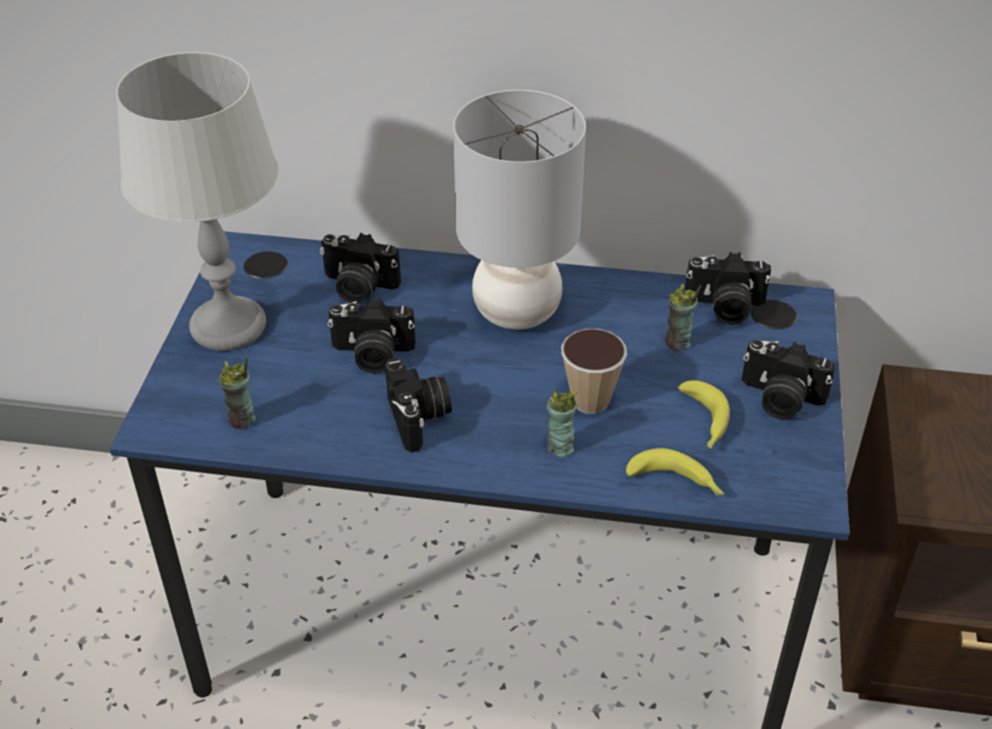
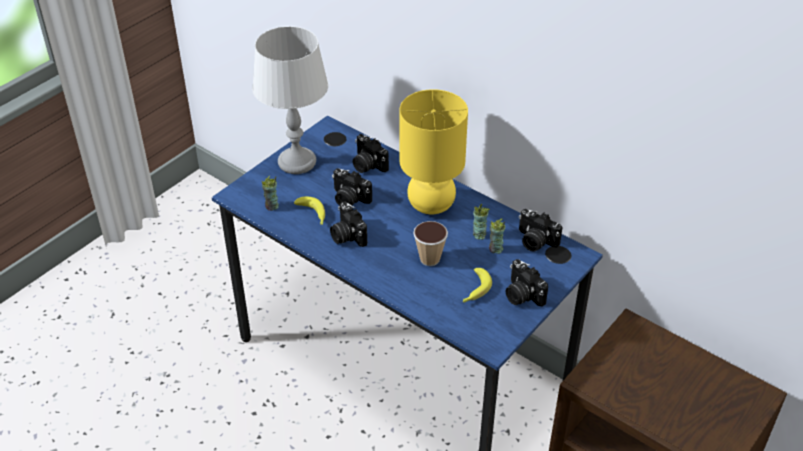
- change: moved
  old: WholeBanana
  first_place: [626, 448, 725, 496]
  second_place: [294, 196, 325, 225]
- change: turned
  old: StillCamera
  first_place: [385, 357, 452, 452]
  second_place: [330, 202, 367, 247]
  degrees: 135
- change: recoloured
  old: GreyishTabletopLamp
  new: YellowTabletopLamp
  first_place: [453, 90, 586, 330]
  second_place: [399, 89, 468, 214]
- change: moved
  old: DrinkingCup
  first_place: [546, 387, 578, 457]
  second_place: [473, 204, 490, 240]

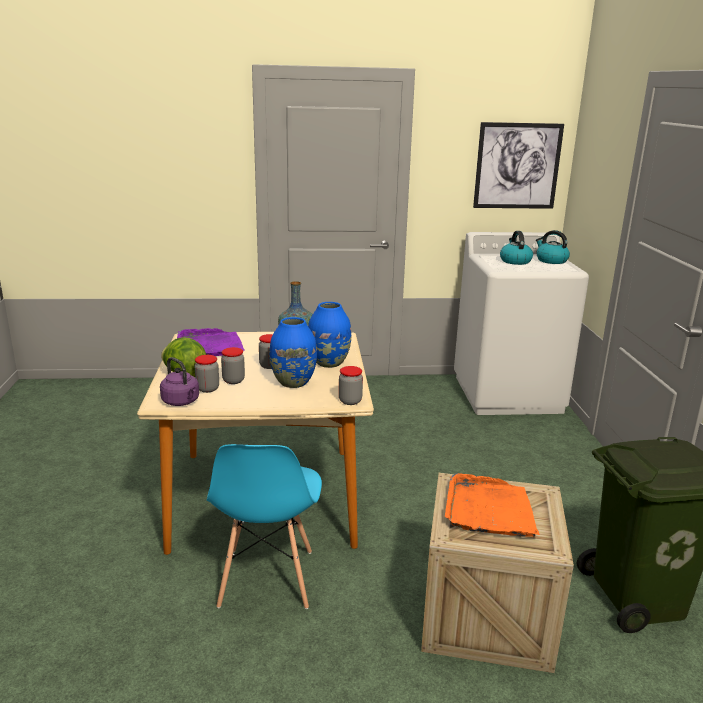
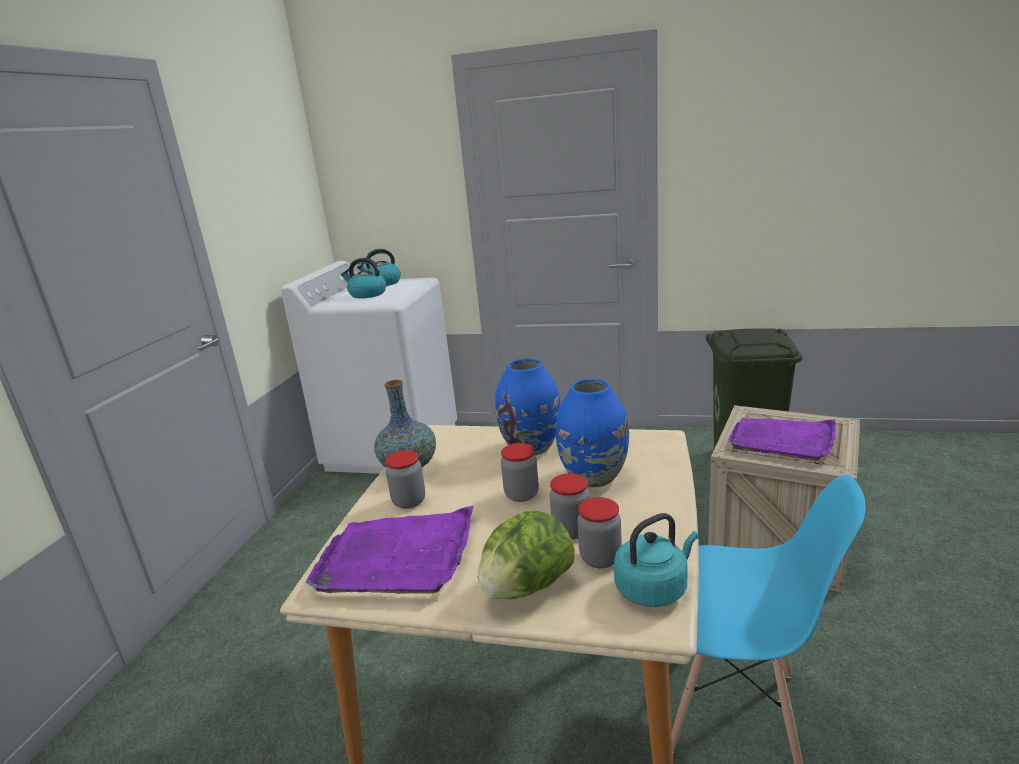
- change: moved
  old: PreserveJar
  first_place: [339, 366, 363, 405]
  second_place: [385, 450, 425, 509]
- change: recoloured
  old: PurpleColouredKettle
  new: BlueGreenKettle
  first_place: [160, 357, 199, 406]
  second_place: [614, 513, 699, 607]
- change: recoloured
  old: OrangeColouredTray
  new: PurpleColouredTray
  first_place: [445, 473, 540, 537]
  second_place: [728, 418, 836, 461]
- change: removed
  old: WallArt
  first_place: [473, 122, 564, 209]

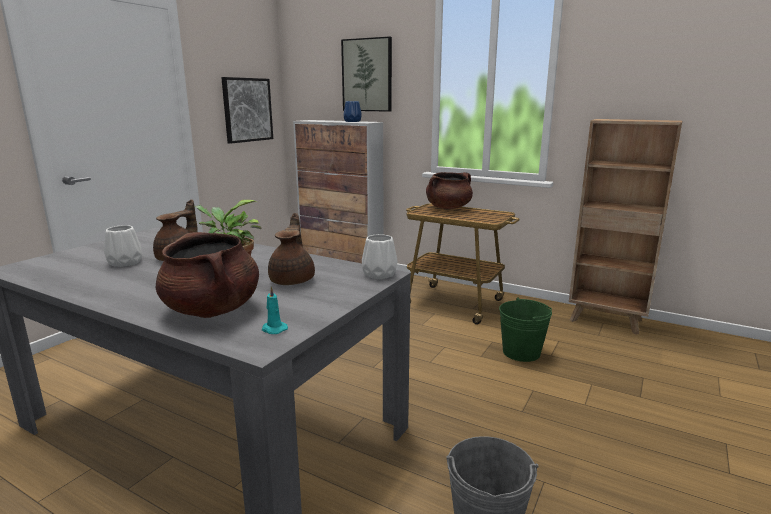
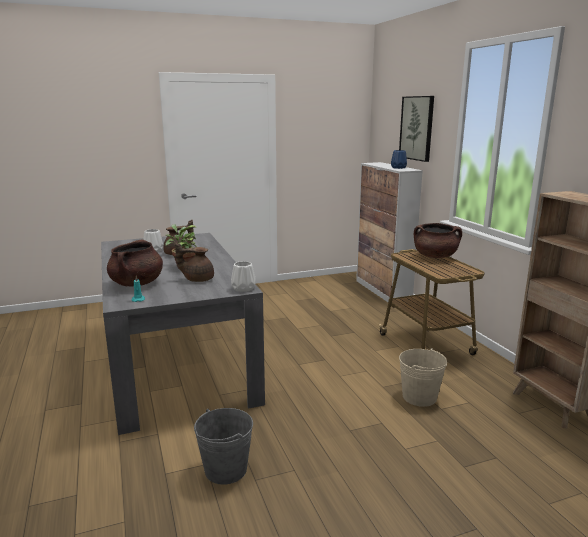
- change: turned
  old: BrownTeaPot
  first_place: [268, 213, 315, 285]
  second_place: [175, 242, 214, 282]
  degrees: -135
- change: recoloured
  old: GreenColouredPail
  new: BeigePail
  first_place: [499, 297, 552, 362]
  second_place: [399, 348, 447, 407]
- change: removed
  old: WallArt
  first_place: [221, 77, 273, 144]

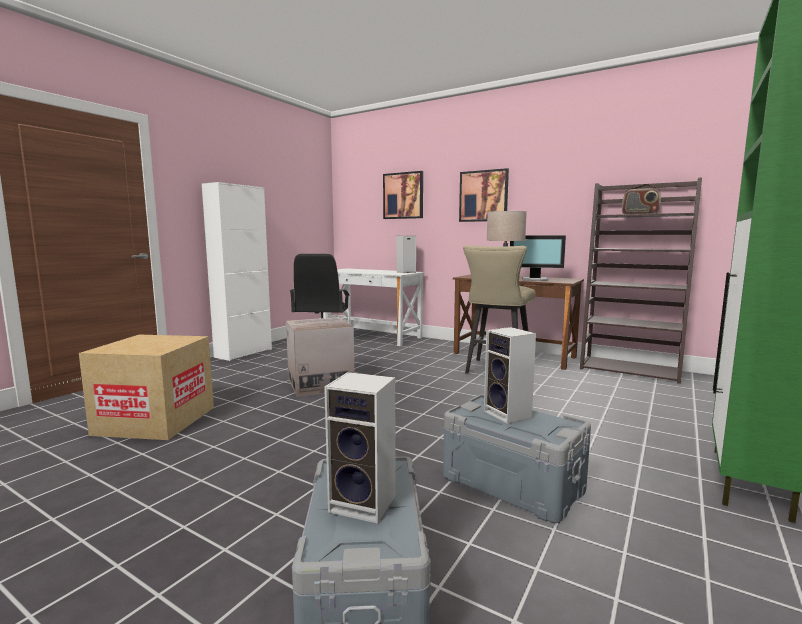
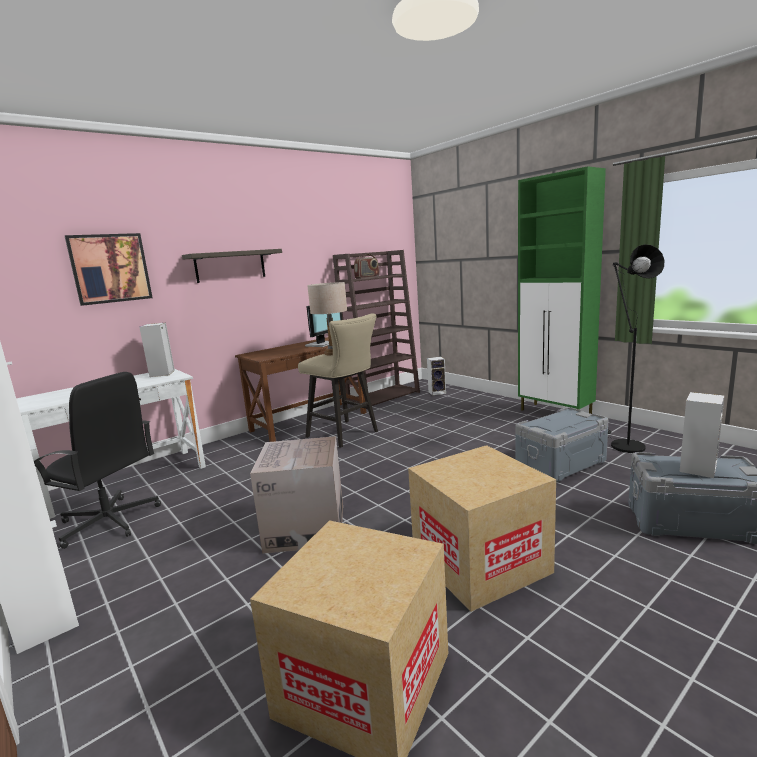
- change: replaced
  old: WallArt
  new: WallShelf
  first_place: [459, 168, 509, 222]
  second_place: [182, 249, 282, 283]
- change: added
  new: PackingBox
  second_place: [408, 445, 556, 612]
- change: moved
  old: AudioSpeaker
  first_place: [484, 327, 536, 424]
  second_place: [427, 357, 446, 395]
- change: added
  new: BlackishStandardLamp
  second_place: [608, 244, 664, 453]

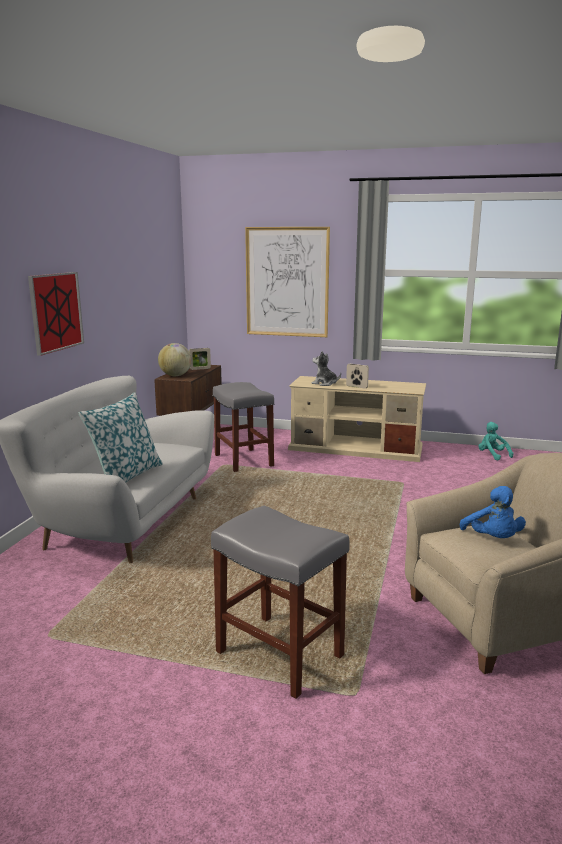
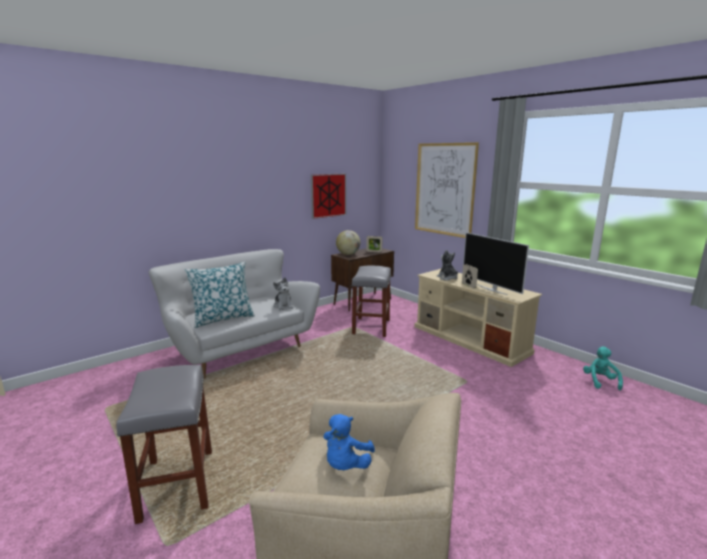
- change: added
  new: CuddlyToy
  second_place: [273, 277, 293, 310]
- change: moved
  old: WallArt
  first_place: [28, 272, 84, 356]
  second_place: [311, 173, 347, 219]
- change: added
  new: TvSet
  second_place: [463, 232, 529, 295]

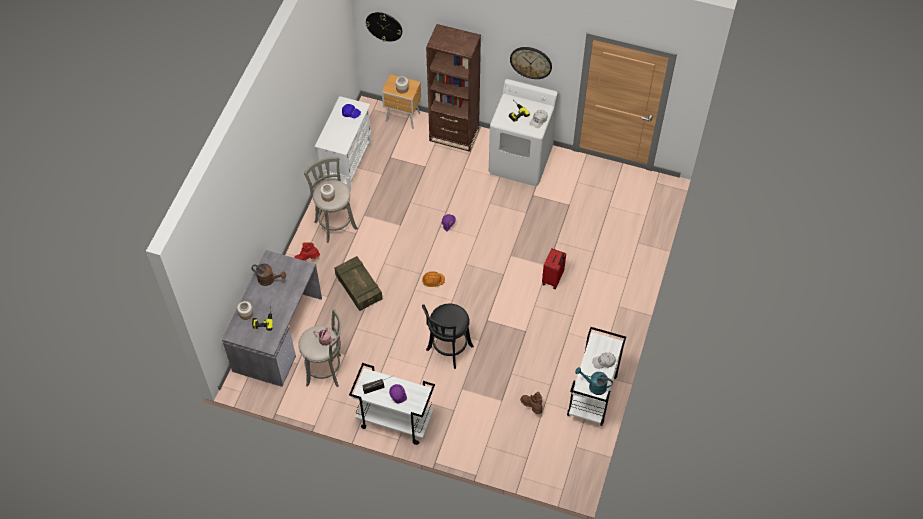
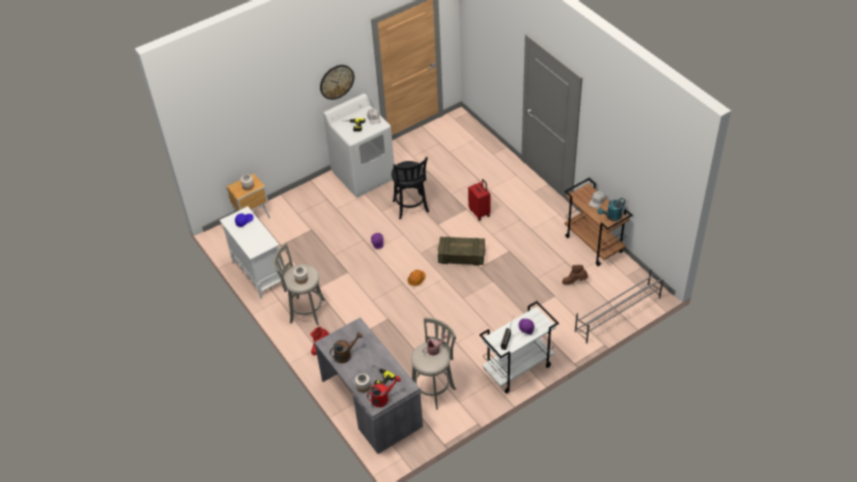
- change: added
  new: RedColouredSprinklingCan
  second_place: [367, 376, 401, 407]
- change: moved
  old: BlackishStoolSeat
  first_place: [422, 304, 474, 369]
  second_place: [391, 157, 429, 219]
- change: moved
  old: Crate
  first_place: [334, 256, 382, 311]
  second_place: [438, 237, 485, 266]
- change: recoloured
  old: WhiteCart
  new: BrownCart
  first_place: [567, 327, 626, 426]
  second_place: [565, 178, 633, 266]
- change: added
  new: GreyishShoeRack
  second_place: [575, 268, 664, 343]
- change: removed
  old: WallClock
  first_place: [366, 12, 402, 42]
- change: removed
  old: BrownBookcase
  first_place: [426, 24, 481, 152]

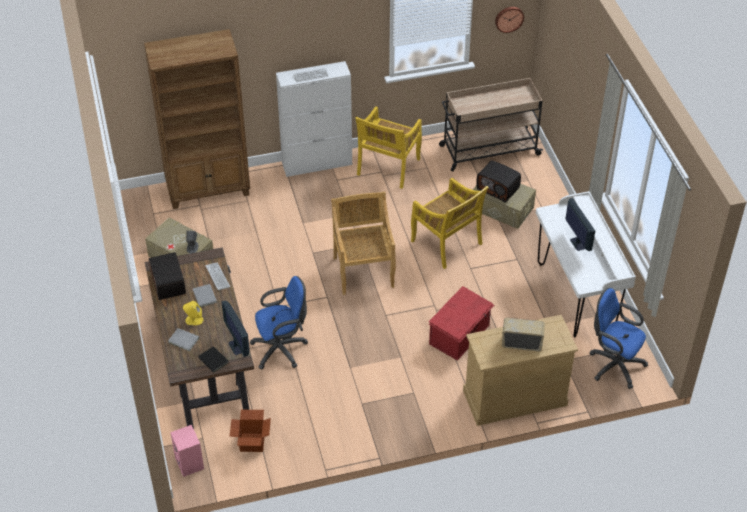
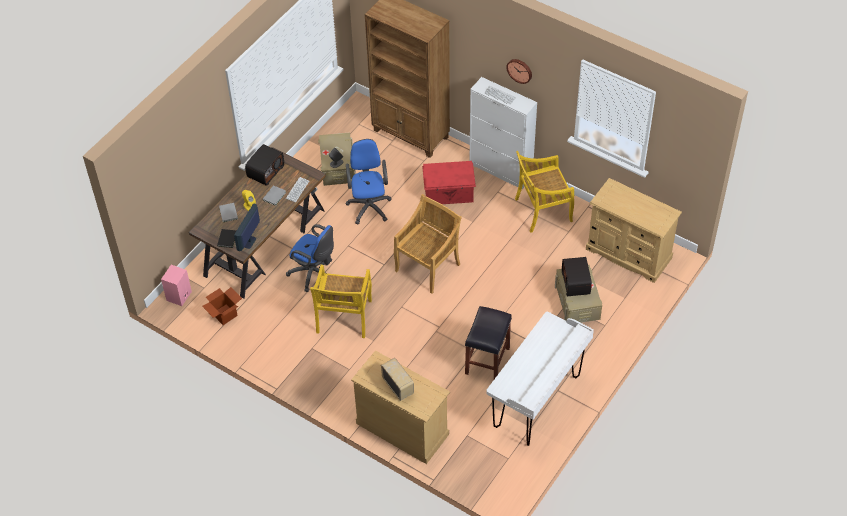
- change: moved
  old: YellowChair
  first_place: [411, 178, 489, 269]
  second_place: [310, 265, 372, 338]
- change: moved
  old: BlueOfficeChair
  first_place: [589, 288, 648, 389]
  second_place: [346, 139, 392, 224]
- change: moved
  old: RedColouredStorageContainer
  first_place: [429, 286, 494, 361]
  second_place: [422, 161, 476, 204]
- change: added
  new: BlackishStoolSeat
  second_place: [465, 306, 512, 379]
- change: moved
  old: WallClock
  first_place: [495, 7, 524, 33]
  second_place: [506, 59, 532, 84]
- change: replaced
  old: BeigeCart
  new: BeigeDresser
  first_place: [439, 78, 543, 171]
  second_place: [586, 178, 682, 283]
- change: removed
  old: Monitor
  first_place: [565, 198, 595, 251]

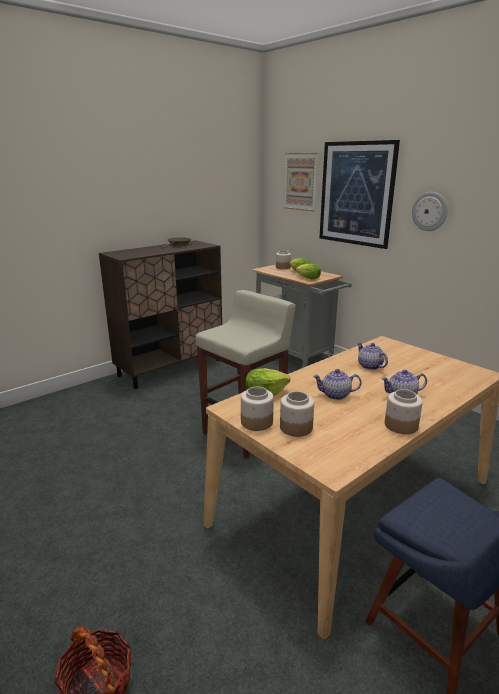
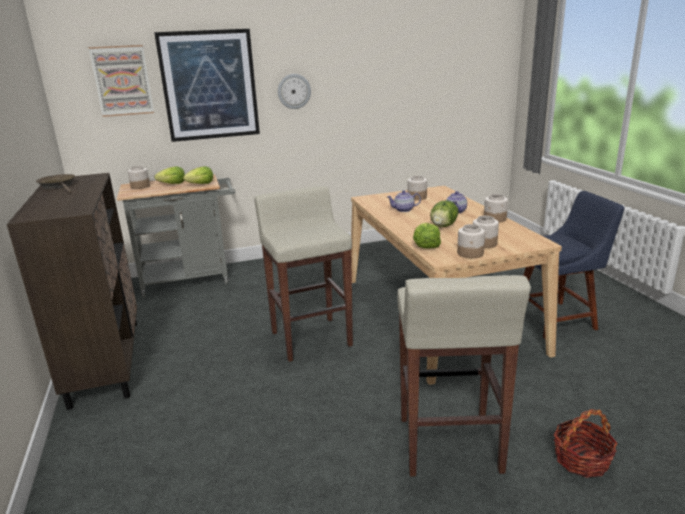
- change: added
  new: BeigeStoolSeat
  second_place: [397, 275, 531, 476]
- change: added
  new: PreserveJar
  second_place: [407, 176, 427, 200]
- change: replaced
  old: TeaPot
  new: HeadOfLettuce
  first_place: [313, 369, 362, 400]
  second_place: [430, 200, 459, 227]

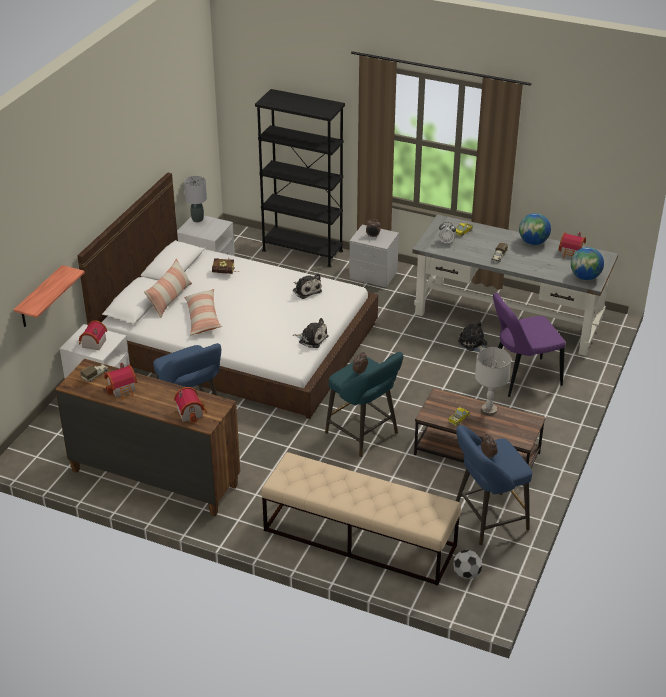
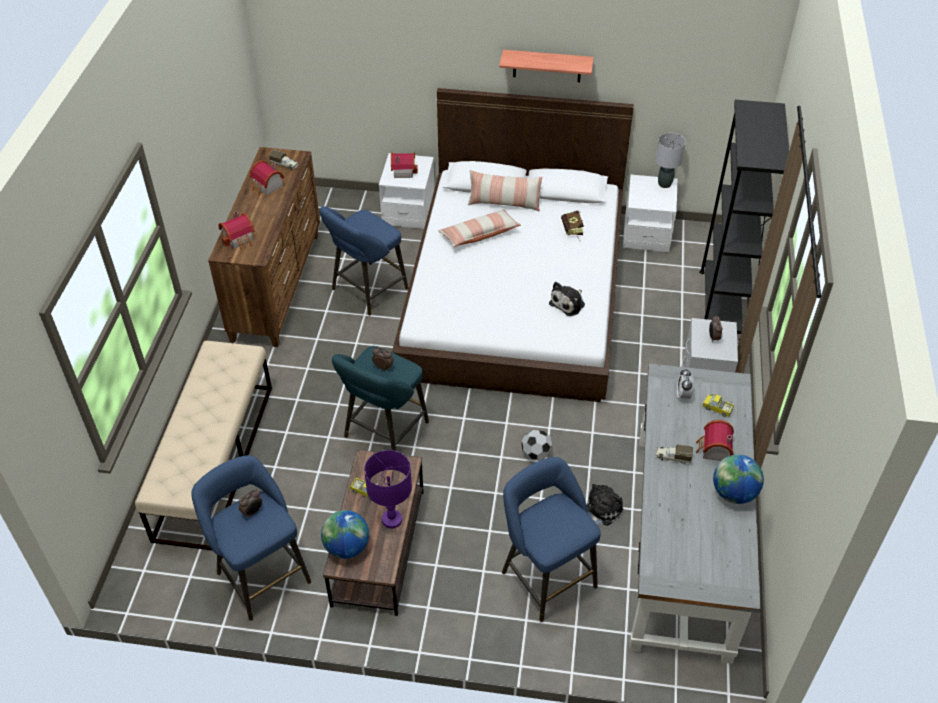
- change: moved
  old: DeskGlobe
  first_place: [571, 247, 604, 280]
  second_place: [321, 510, 369, 559]
- change: recoloured
  old: GreyishTabletopLamp
  new: PurpleColouredTabletopLamp
  first_place: [475, 347, 511, 415]
  second_place: [364, 450, 412, 529]
- change: moved
  old: WallShelf
  first_place: [14, 265, 85, 327]
  second_place: [499, 50, 594, 82]
- change: replaced
  old: PurpleColouredChair
  new: BlueStoolSeat
  first_place: [491, 293, 566, 397]
  second_place: [502, 457, 601, 622]
- change: moved
  old: Football
  first_place: [453, 550, 482, 579]
  second_place: [522, 430, 552, 460]
- change: moved
  old: MiniatureHouse
  first_place: [558, 232, 586, 259]
  second_place: [695, 420, 734, 461]
- change: removed
  old: CuddlyToy
  first_place: [293, 318, 329, 348]

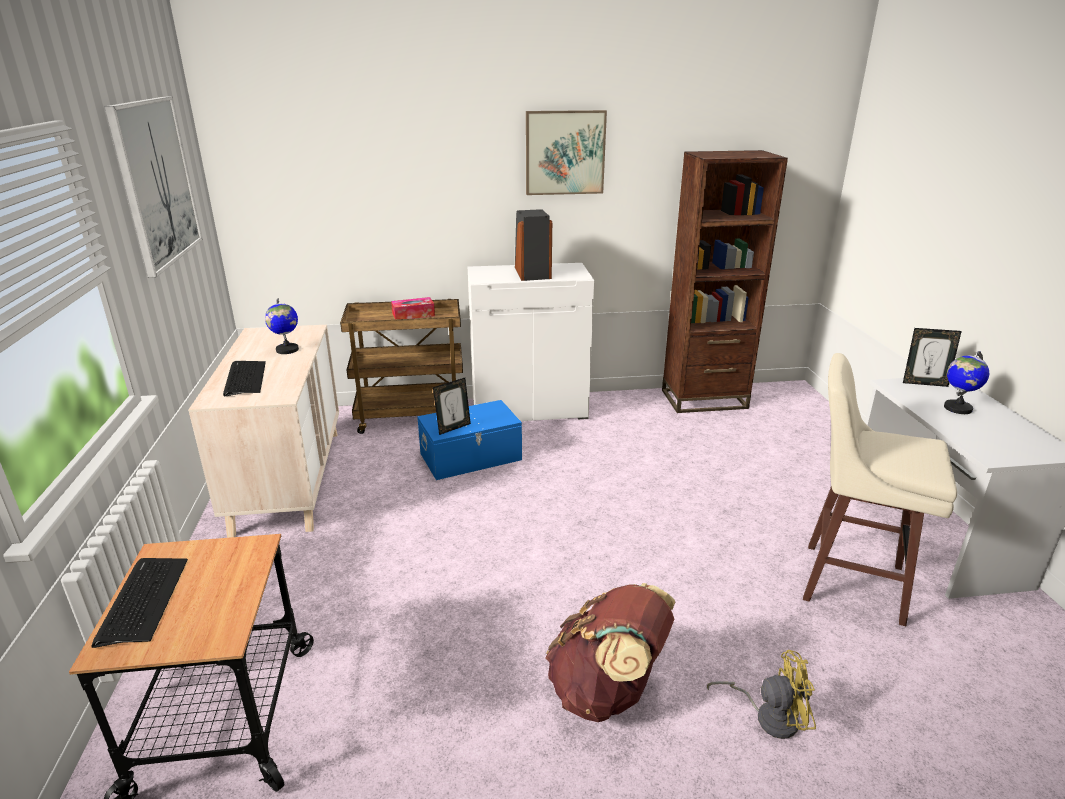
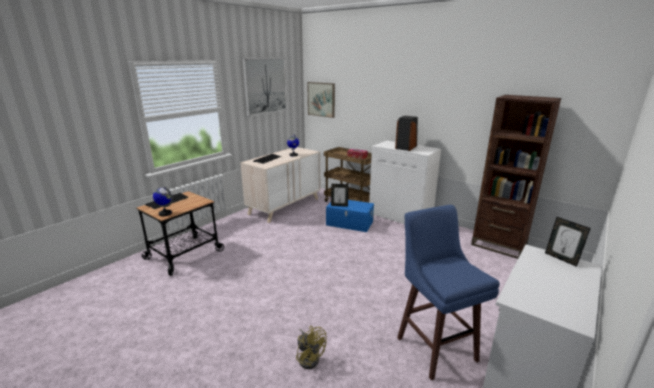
- change: moved
  old: DeskGlobe
  first_place: [944, 351, 989, 414]
  second_place: [153, 187, 173, 216]
- change: moved
  old: WallArt
  first_place: [526, 110, 607, 195]
  second_place: [307, 82, 335, 118]
- change: recoloured
  old: BeigeStoolSeat
  new: BlueStoolSeat
  first_place: [803, 353, 957, 626]
  second_place: [397, 205, 500, 380]
- change: removed
  old: BrownRucksack
  first_place: [545, 583, 675, 722]

